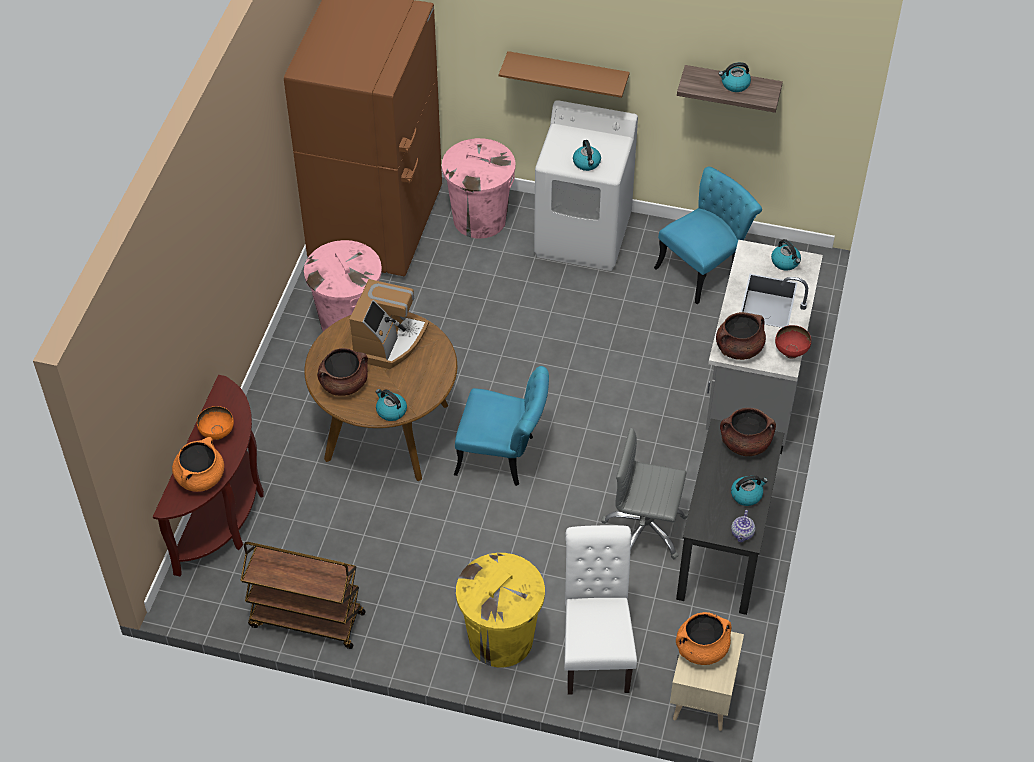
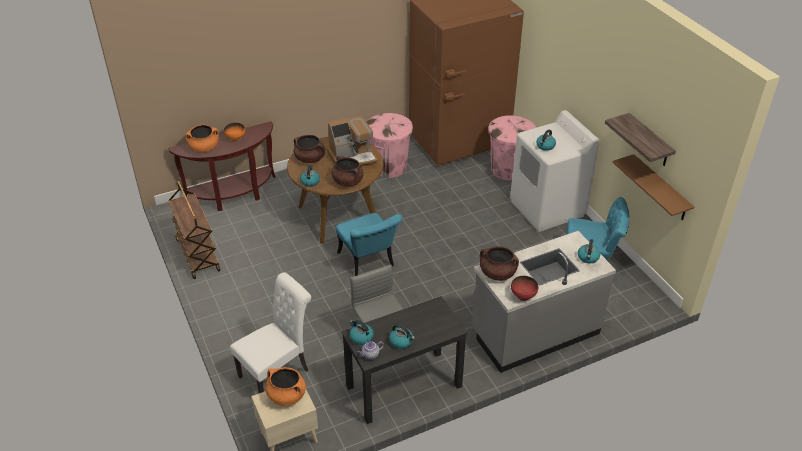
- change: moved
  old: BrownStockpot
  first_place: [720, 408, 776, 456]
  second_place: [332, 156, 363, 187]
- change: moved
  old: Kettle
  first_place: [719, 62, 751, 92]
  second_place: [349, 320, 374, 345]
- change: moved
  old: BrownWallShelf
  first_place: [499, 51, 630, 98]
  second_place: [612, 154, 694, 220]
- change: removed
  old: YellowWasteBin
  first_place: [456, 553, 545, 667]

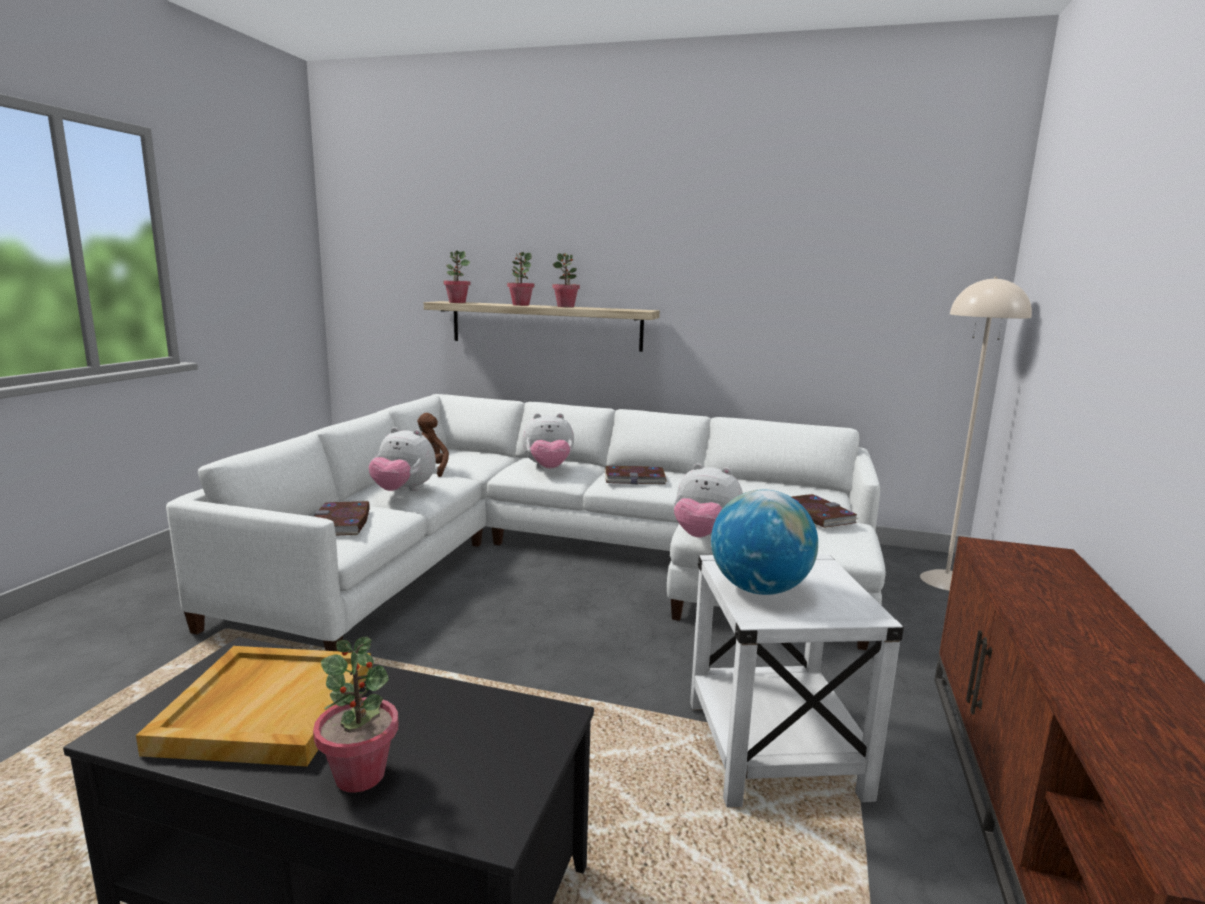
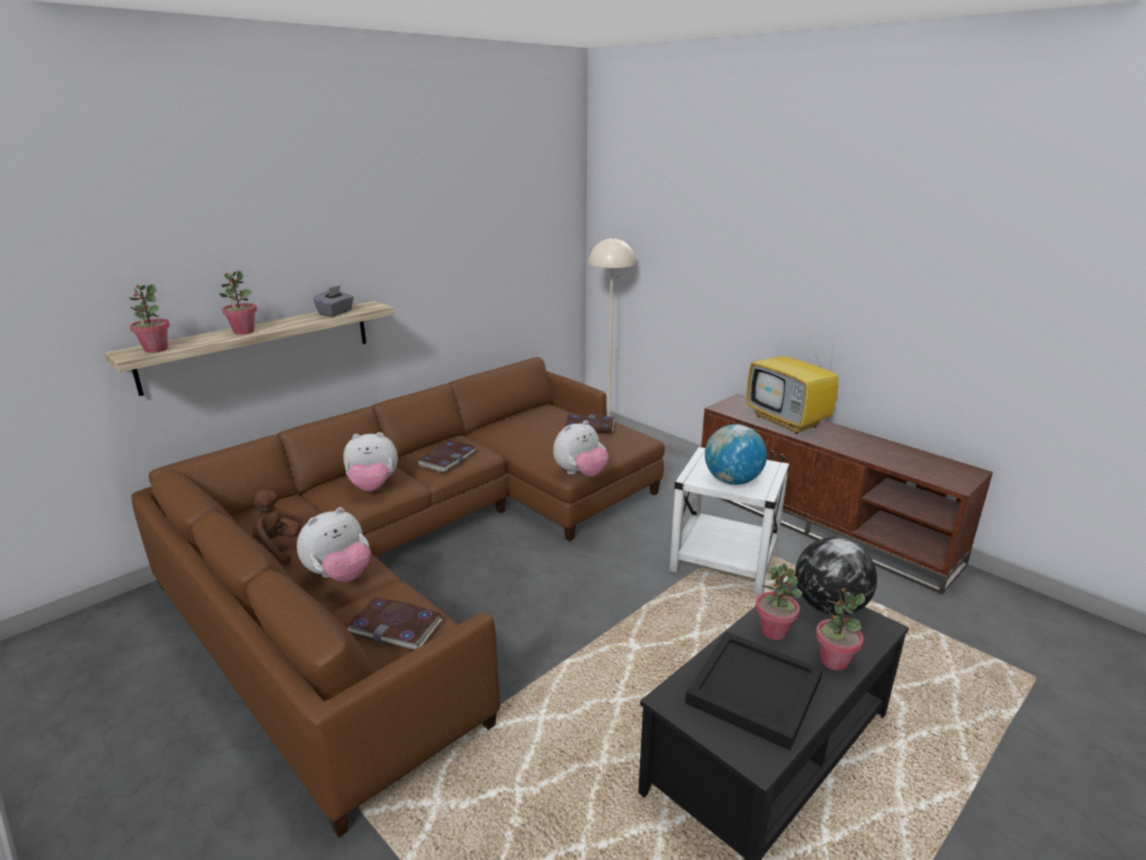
- change: recoloured
  old: WhiteSettee
  new: BrownSettee
  first_place: [166, 394, 886, 651]
  second_place: [131, 357, 665, 838]
- change: added
  new: GreyishTissueHolder
  second_place: [313, 285, 354, 317]
- change: turned
  old: CuddlyToy
  first_place: [522, 413, 574, 469]
  second_place: [343, 432, 398, 491]
  degrees: 60
- change: recoloured
  old: BeigeTray
  new: BlackishTray
  first_place: [136, 646, 372, 767]
  second_place: [685, 631, 823, 750]
- change: added
  new: TvSet
  second_place: [747, 334, 838, 434]
- change: moved
  old: Houseplant
  first_place: [552, 253, 580, 307]
  second_place: [756, 563, 803, 640]
- change: added
  new: DeskGlobe
  second_place: [795, 537, 877, 616]

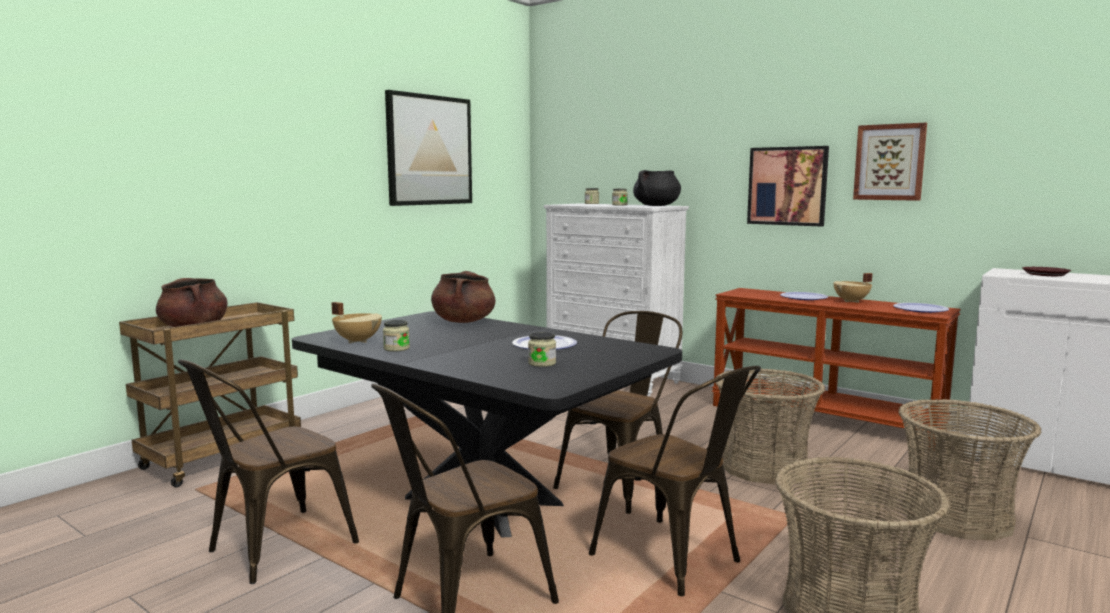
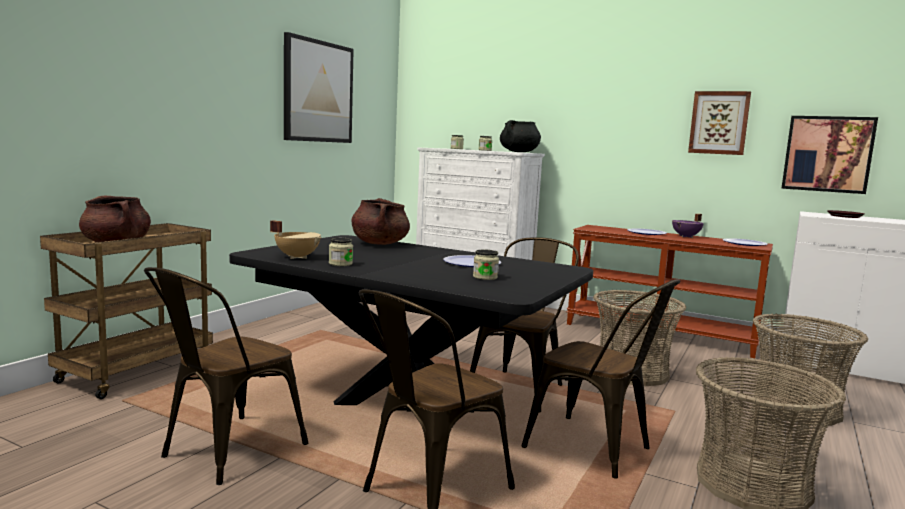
- change: recoloured
  old: BeigeStockpot
  new: PurpleColouredStockpot
  first_place: [833, 273, 872, 303]
  second_place: [672, 214, 704, 238]
- change: moved
  old: WallArt
  first_place: [747, 146, 829, 227]
  second_place: [781, 116, 878, 194]

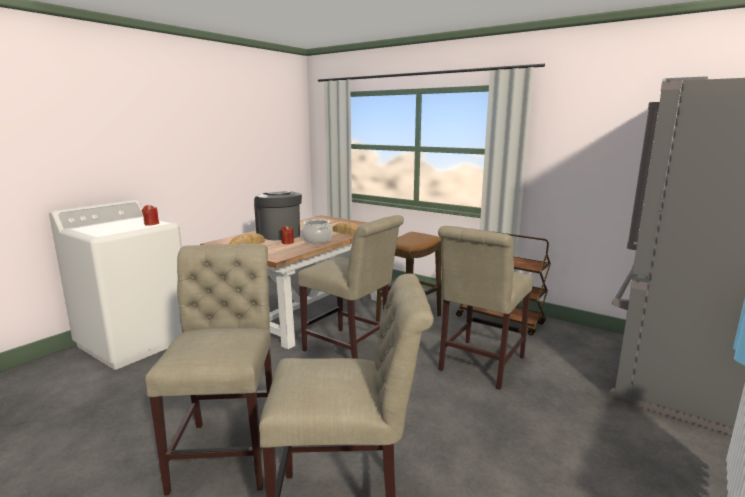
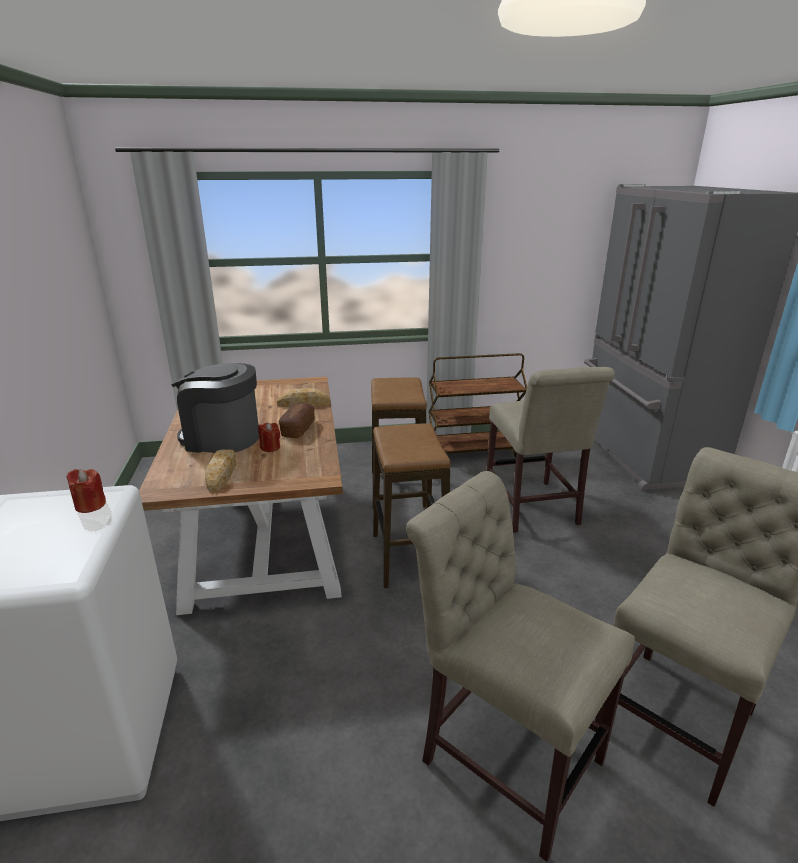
- change: replaced
  old: Stockpot
  new: BakeryBread
  first_place: [301, 219, 332, 243]
  second_place: [279, 403, 315, 438]
- change: replaced
  old: BeigeChair
  new: StoolSeat
  first_place: [298, 215, 404, 359]
  second_place: [373, 423, 451, 588]

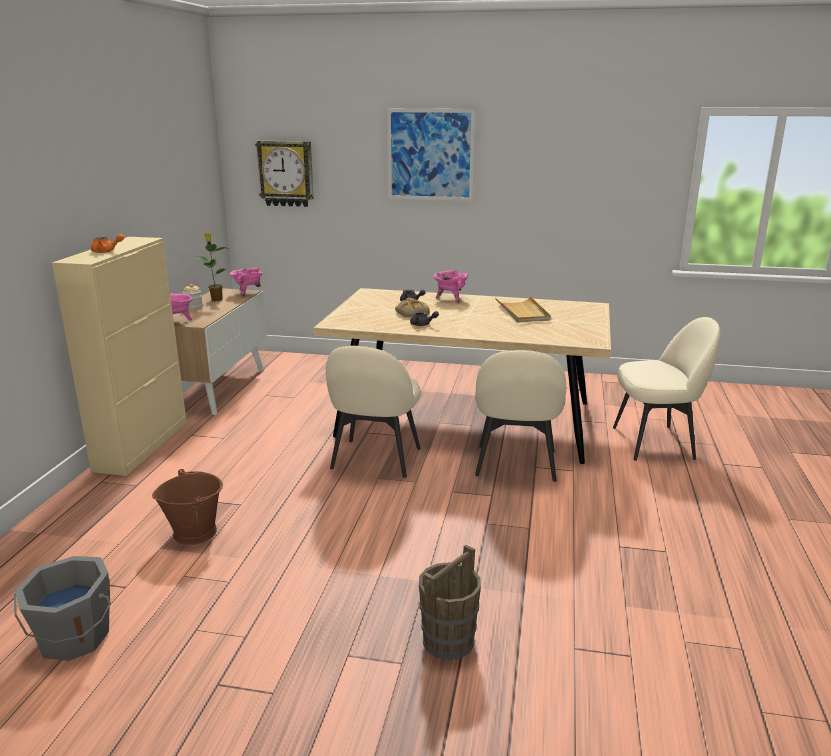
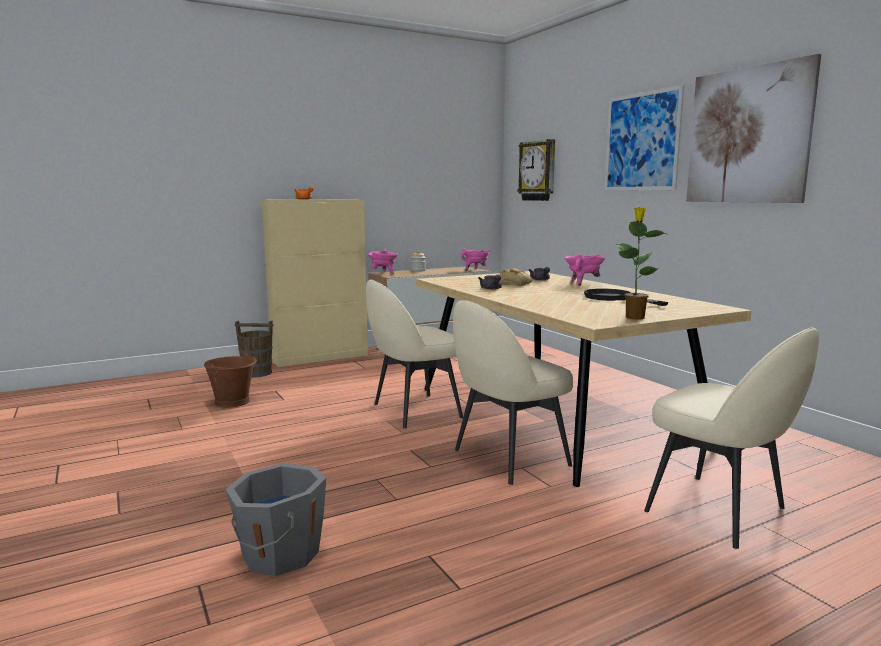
- change: moved
  old: GreyishPail
  first_place: [14, 556, 111, 661]
  second_place: [225, 463, 326, 576]
- change: moved
  old: BrownPail
  first_place: [419, 544, 481, 660]
  second_place: [235, 321, 273, 378]
- change: replaced
  old: BeigeTray
  new: BlackishFryingPan
  first_place: [495, 296, 551, 323]
  second_place: [584, 288, 668, 306]
- change: moved
  old: Houseplant
  first_place: [195, 233, 229, 301]
  second_place: [616, 207, 669, 320]
- change: added
  new: WallArt
  second_place: [686, 54, 821, 203]

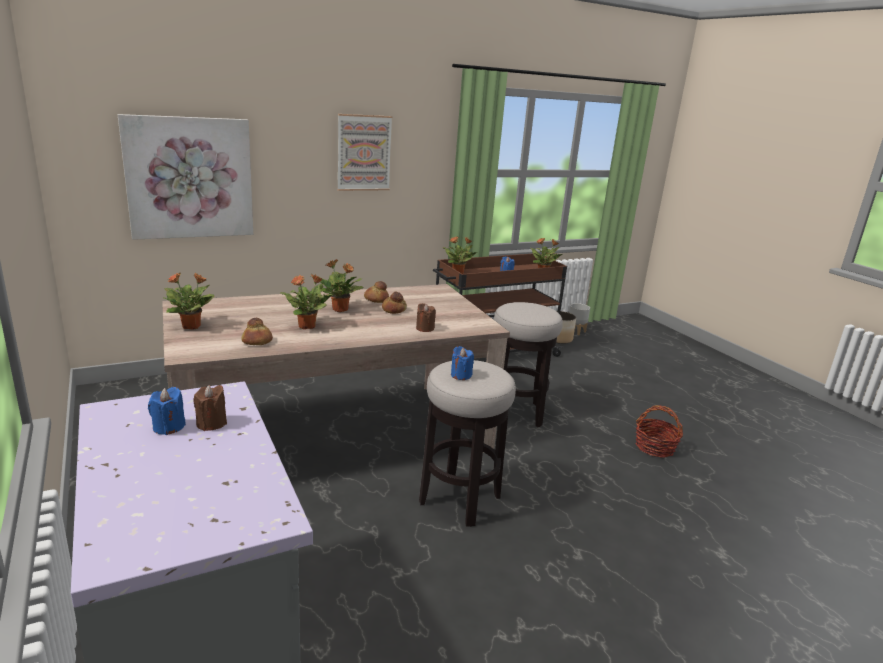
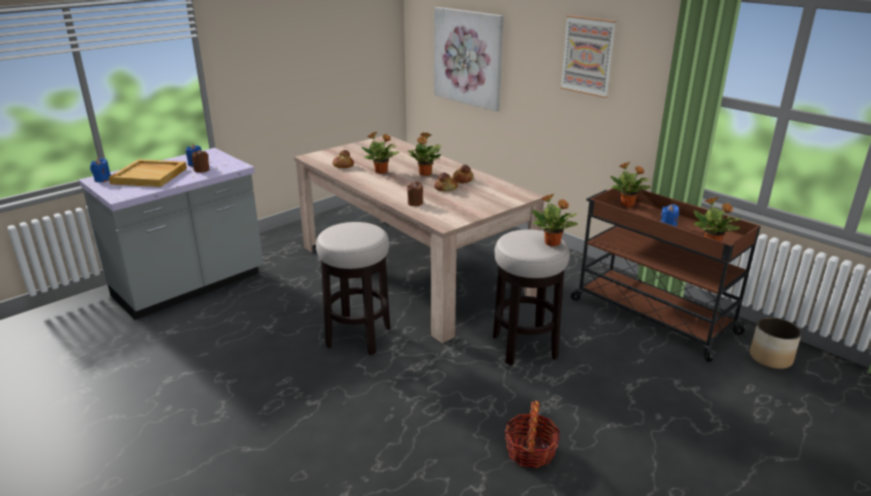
- change: moved
  old: BlueWaxCandle
  first_place: [451, 346, 474, 380]
  second_place: [90, 158, 111, 182]
- change: added
  new: BeigeTray
  second_place: [109, 159, 187, 187]
- change: moved
  old: Houseplant
  first_place: [163, 272, 214, 330]
  second_place: [531, 194, 578, 247]
- change: removed
  old: GreyishPlanter
  first_place: [569, 303, 590, 335]

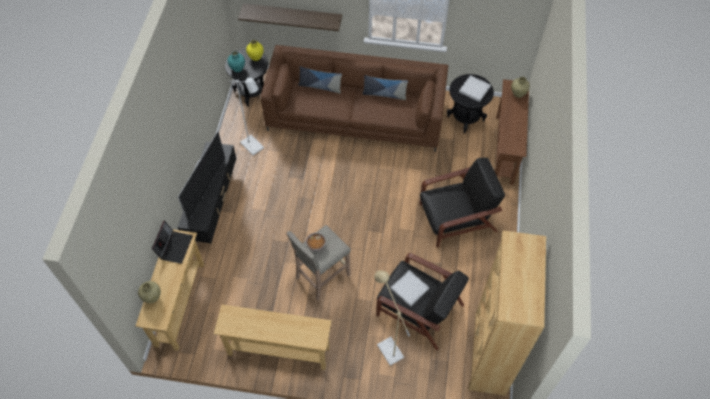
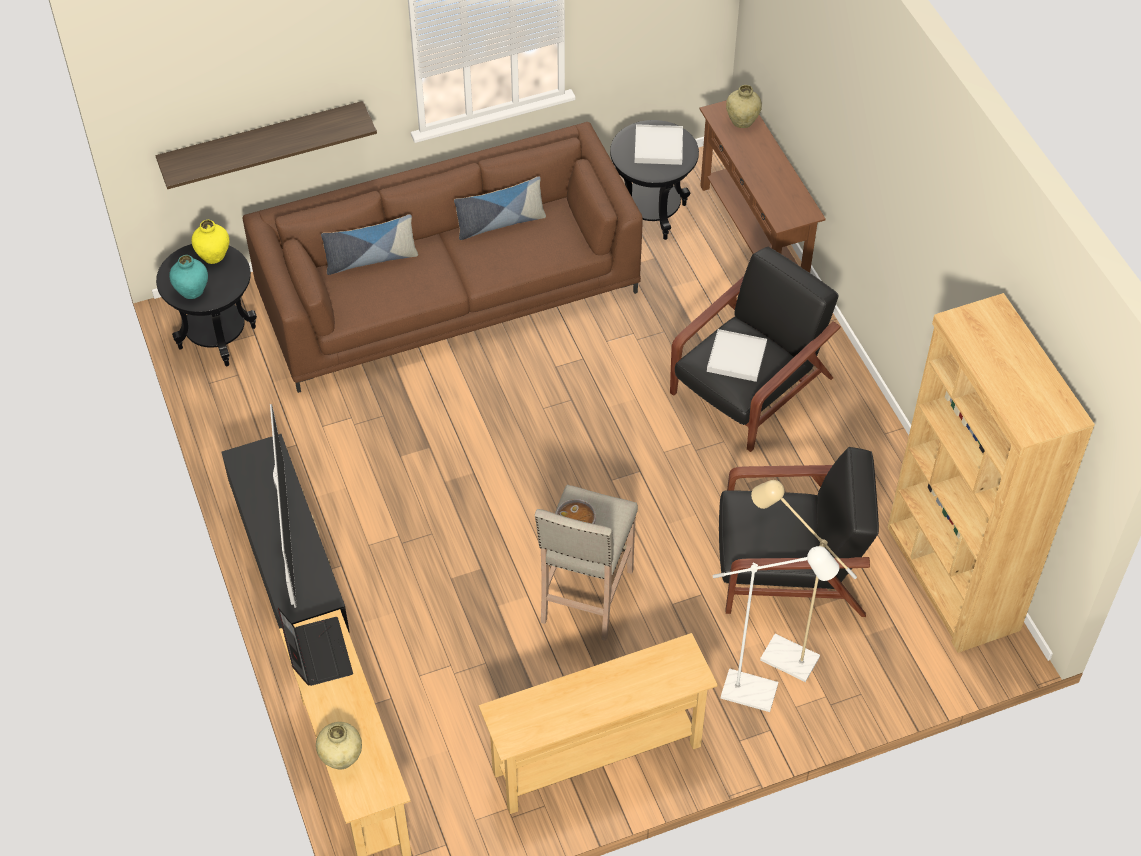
- change: moved
  old: WhiteTray
  first_place: [391, 270, 429, 307]
  second_place: [707, 329, 767, 382]
- change: moved
  old: WhiteStandardLamp
  first_place: [228, 77, 264, 156]
  second_place: [713, 546, 839, 712]

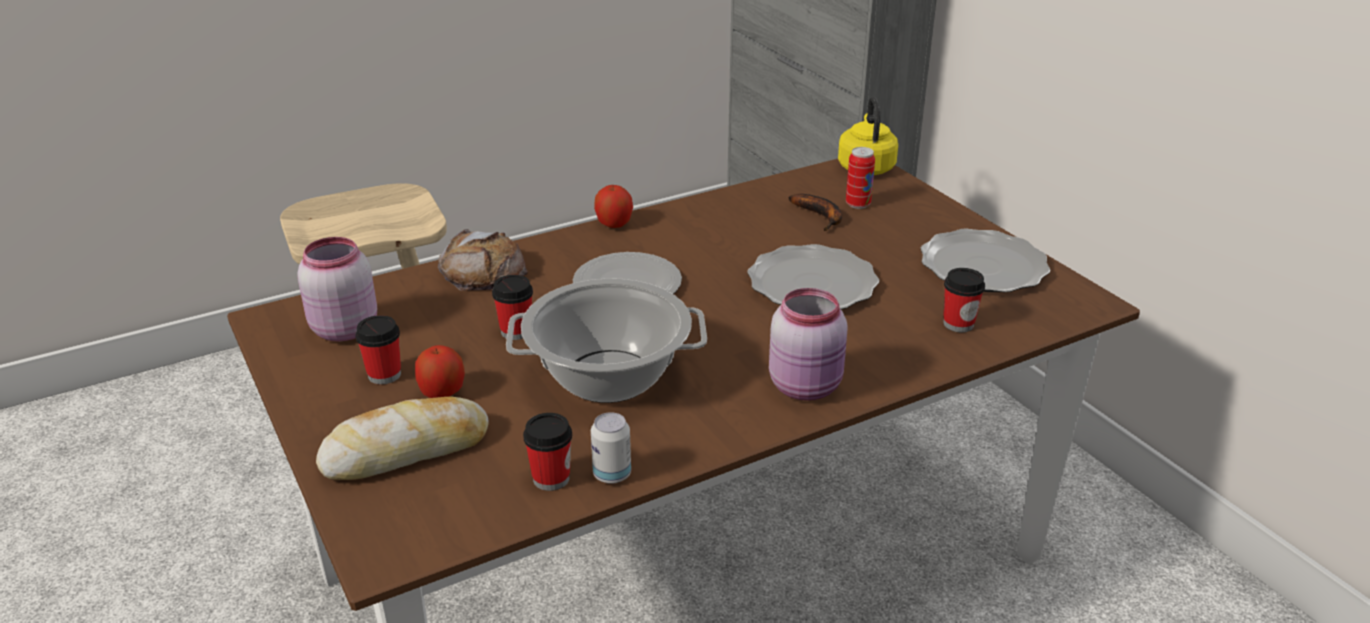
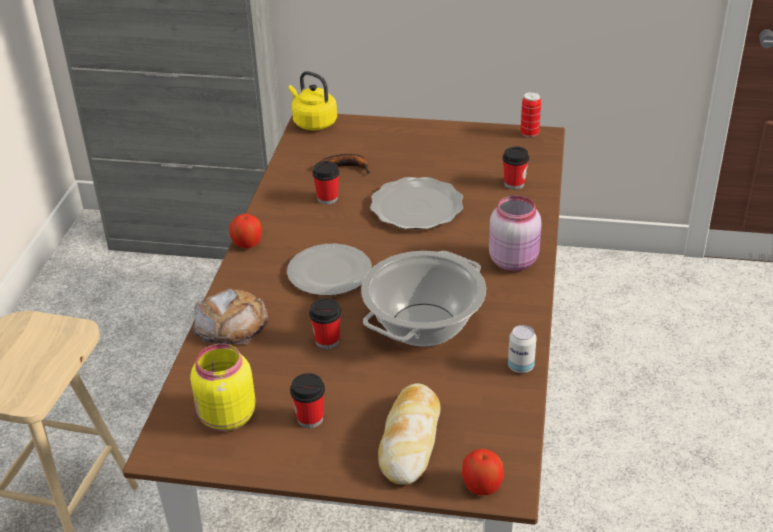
- change: recoloured
  old: PinkishPreserveJar
  new: YellowPreserveJar
  first_place: [297, 237, 377, 341]
  second_place: [190, 344, 256, 431]
- change: moved
  old: DrinkingCup
  first_place: [523, 413, 572, 491]
  second_place: [312, 161, 339, 204]
- change: moved
  old: Apple
  first_place: [415, 345, 465, 398]
  second_place: [462, 449, 504, 495]
- change: moved
  old: Can
  first_place: [846, 147, 875, 209]
  second_place: [520, 92, 541, 137]
- change: removed
  old: DinnerPlate
  first_place: [920, 229, 1051, 292]

